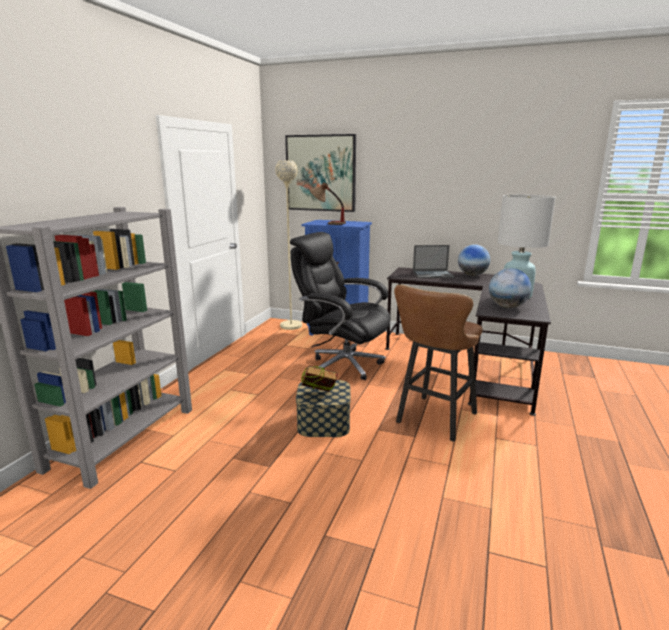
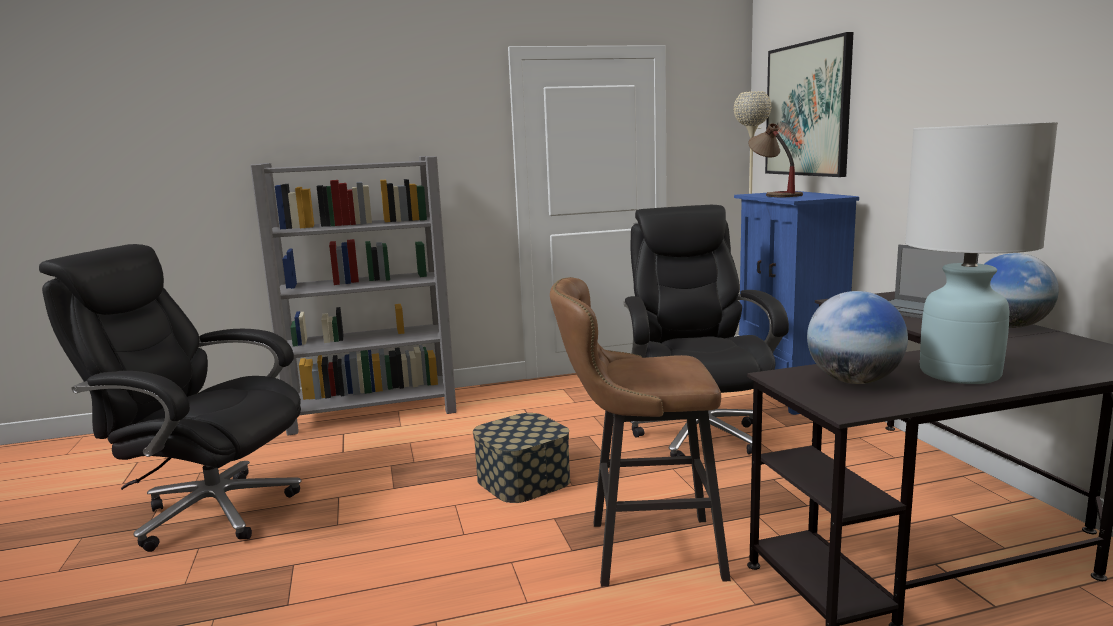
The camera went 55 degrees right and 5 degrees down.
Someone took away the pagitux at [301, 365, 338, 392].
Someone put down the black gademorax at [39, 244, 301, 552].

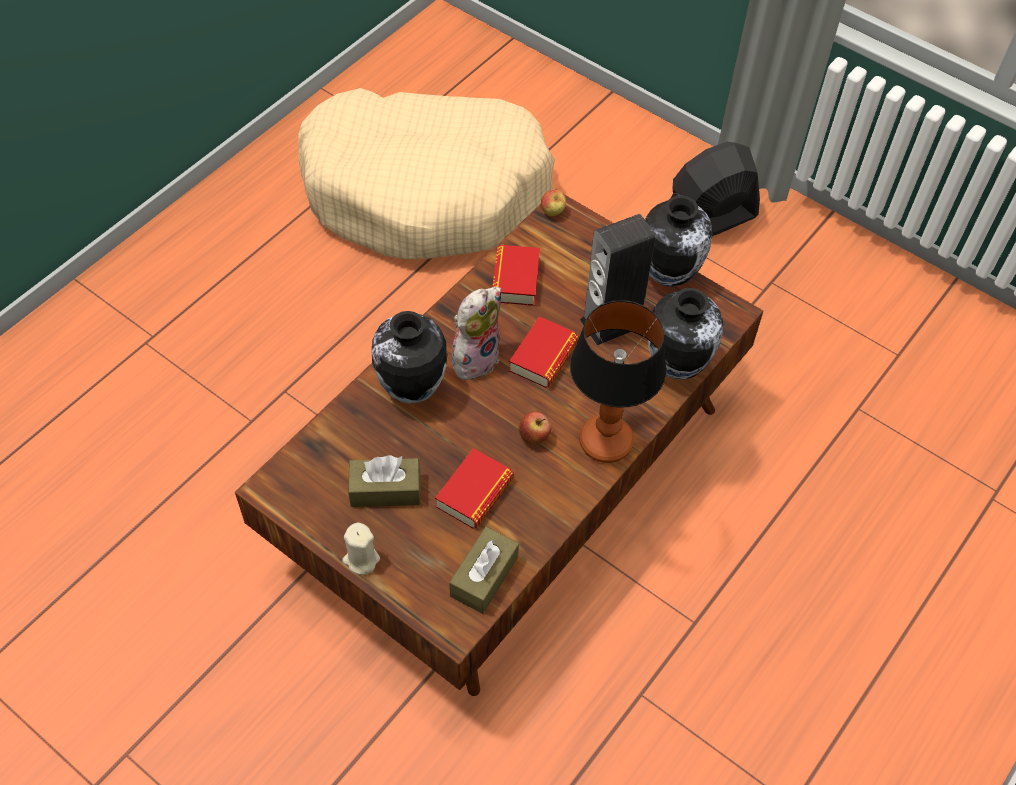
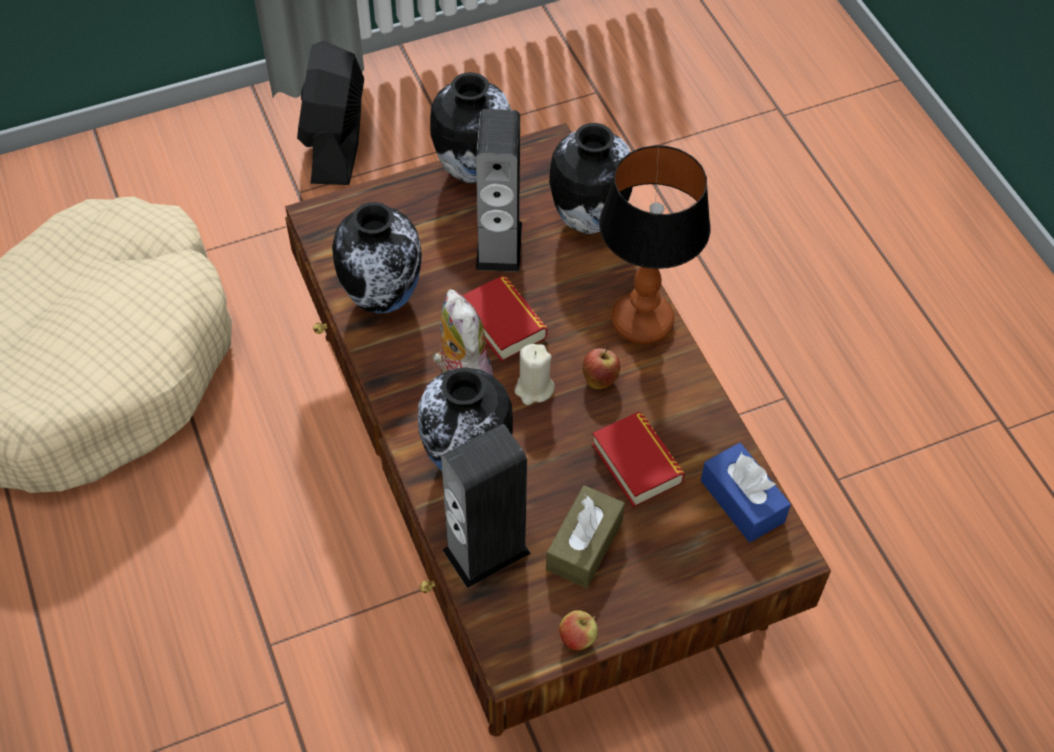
The camera went 60 degrees left and 0 degrees up.
Someone carried the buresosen from [541, 190, 566, 216] to [559, 611, 597, 650].
Someone swapped the pagitux at [493, 245, 540, 306] for the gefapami at [332, 202, 422, 313].
Someone carried the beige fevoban from [342, 522, 380, 575] to [515, 344, 555, 405].
Someone repainted the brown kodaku at [449, 527, 519, 614], which became the blue kodaku at [701, 443, 791, 542].
Someone put down the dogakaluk at [441, 424, 531, 588].

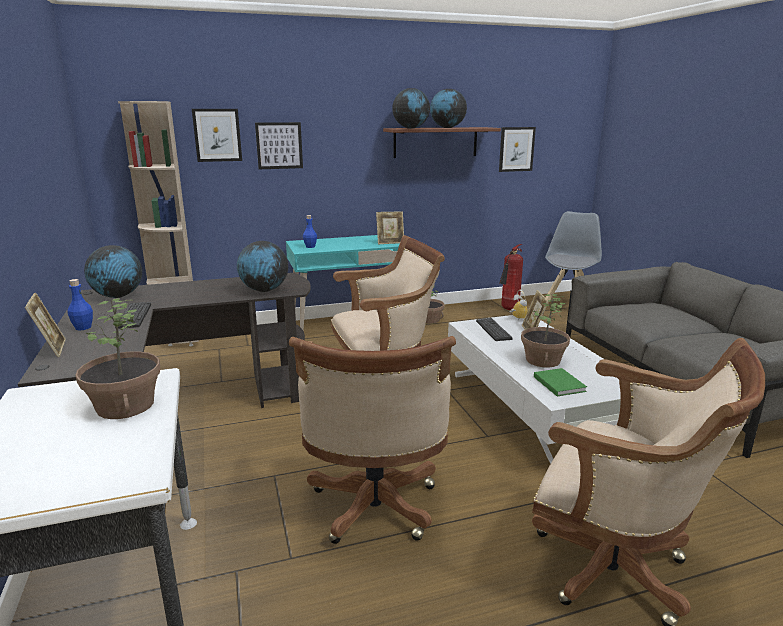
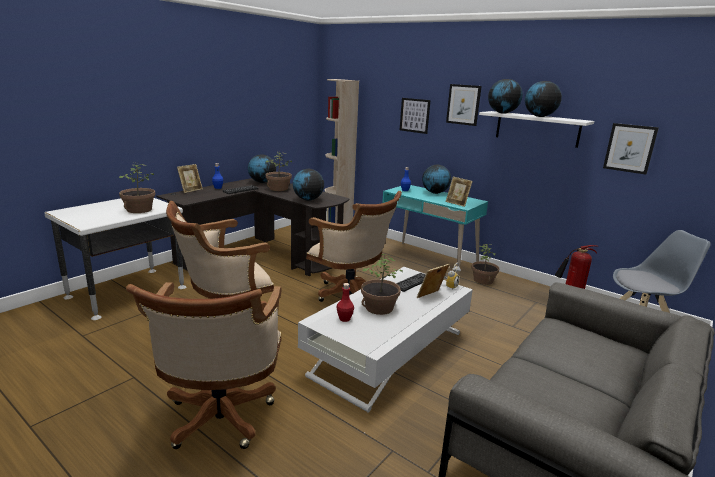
The camera went 55 degrees right and 0 degrees up.
Someone carried the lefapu from [192, 109, 242, 162] to [446, 84, 482, 126].
Someone repainted the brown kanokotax at [383, 127, 501, 158], which became the white kanokotax at [479, 111, 594, 148].
Someone swapped the green pagitux at [534, 368, 587, 396] for the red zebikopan at [337, 283, 354, 322].
Someone put down the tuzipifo at [265, 151, 292, 191].
Someone put down the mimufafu at [422, 165, 451, 194].

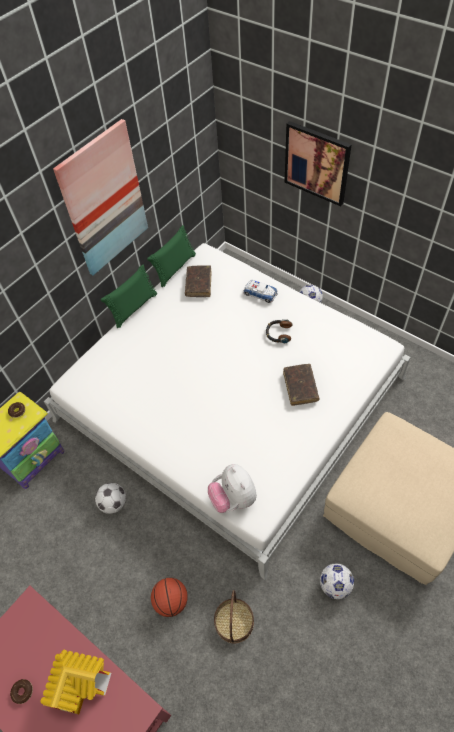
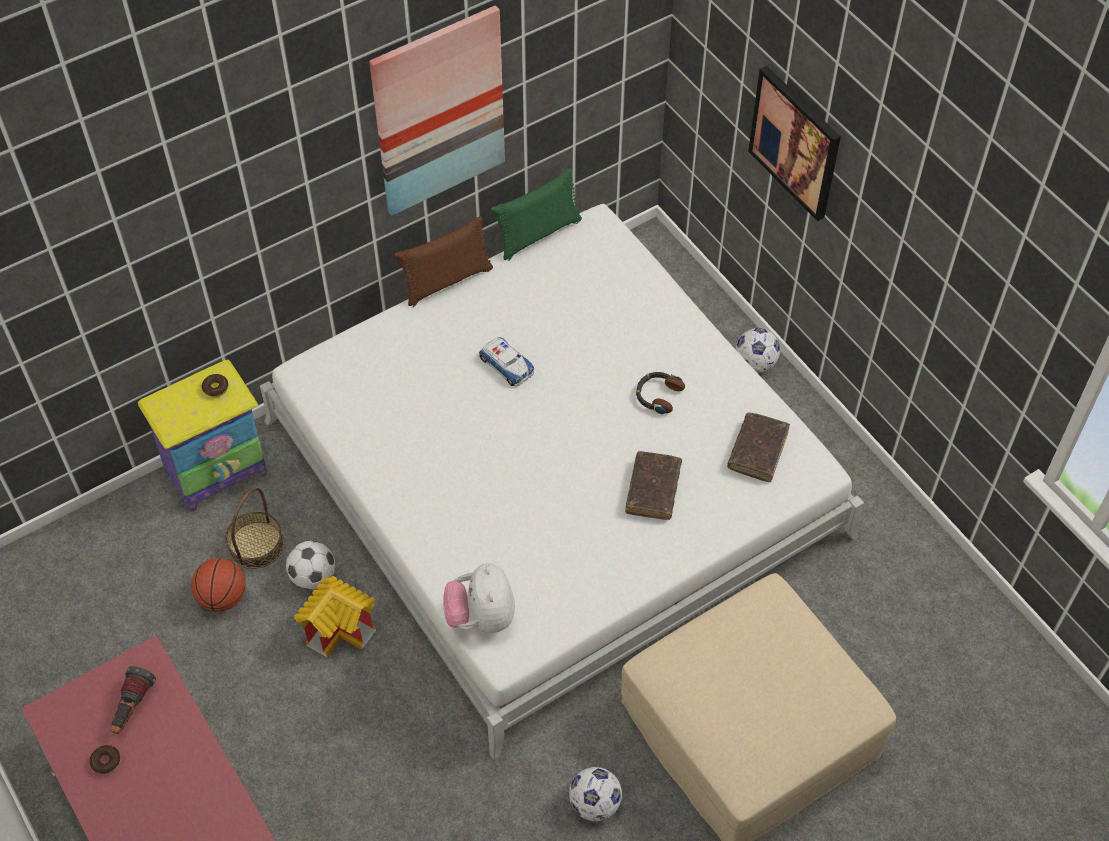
The camera went 15 degrees right and 0 degrees up.
Someone repainted the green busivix at [101, 265, 157, 328], which became the brown busivix at [394, 216, 493, 307].
Someone carried the brown pagitux from [185, 265, 212, 297] to [727, 412, 790, 482].
Someone carried the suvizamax from [243, 280, 278, 303] to [479, 337, 534, 387].
Someone carried the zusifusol from [151, 578, 188, 617] to [191, 558, 246, 612].
Someone carried the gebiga from [214, 590, 254, 643] to [225, 487, 284, 569].
Someone carried the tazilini from [41, 650, 111, 714] to [294, 576, 376, 657].
Someone put down the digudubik at [111, 666, 156, 734].

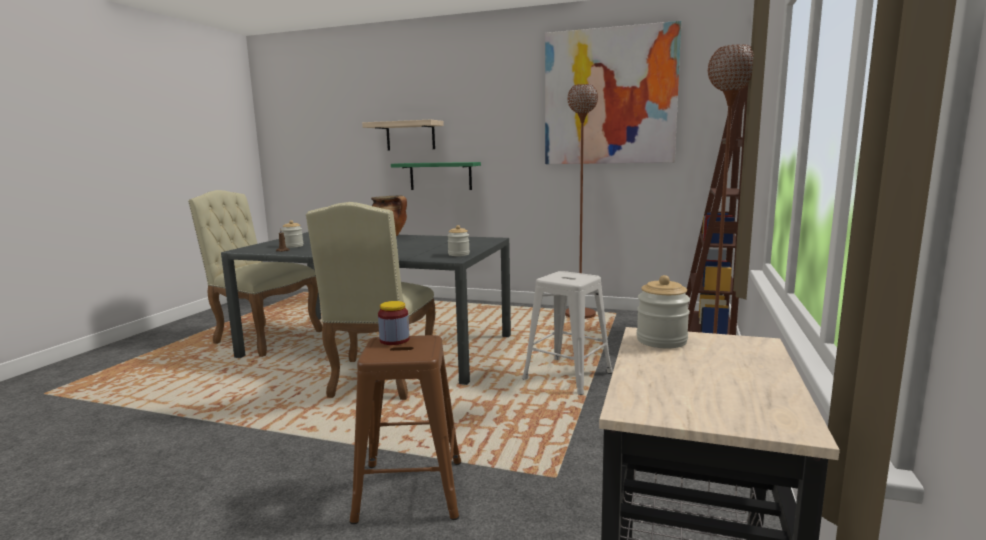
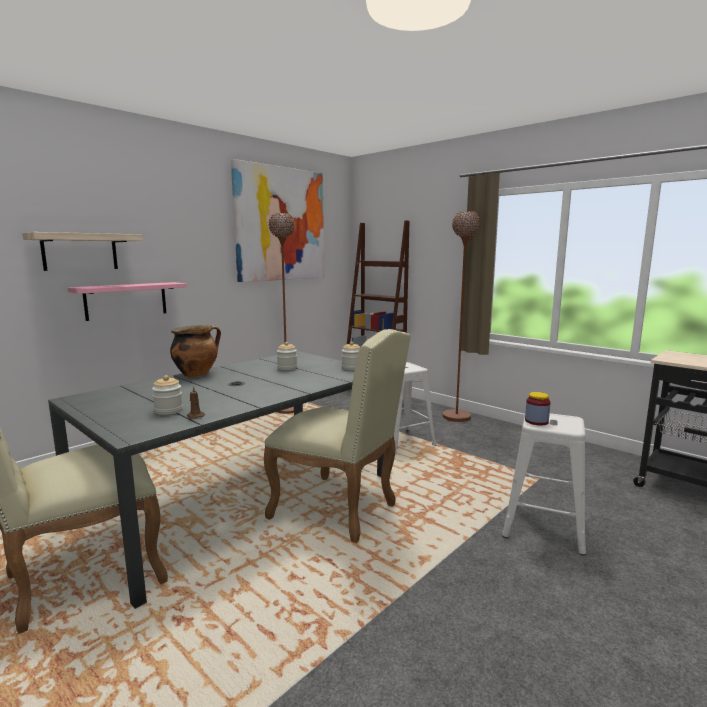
The camera went 65 degrees left and 0 degrees up.
Someone repainted the green kanokotax at [391, 162, 481, 190], which became the pink kanokotax at [67, 282, 187, 321].
Someone carried the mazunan from [636, 275, 690, 348] to [277, 342, 297, 370].
Someone repainted the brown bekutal at [350, 335, 461, 524], which became the white bekutal at [502, 413, 586, 555].

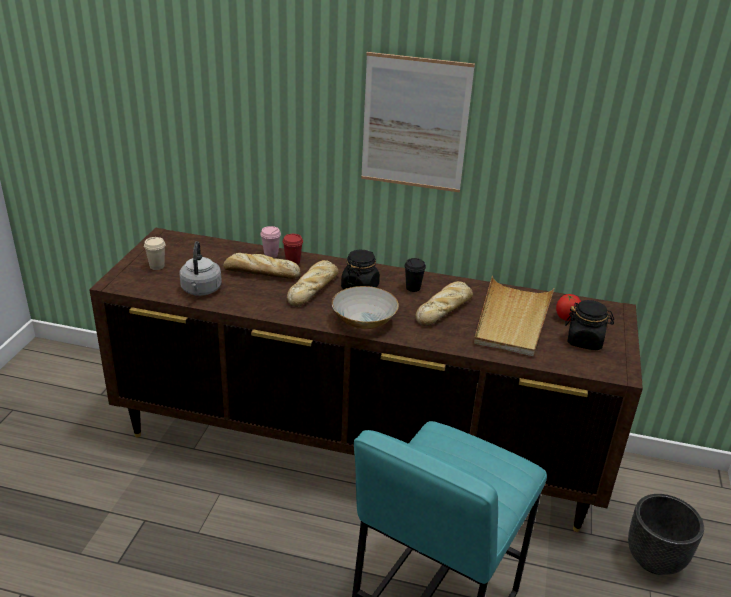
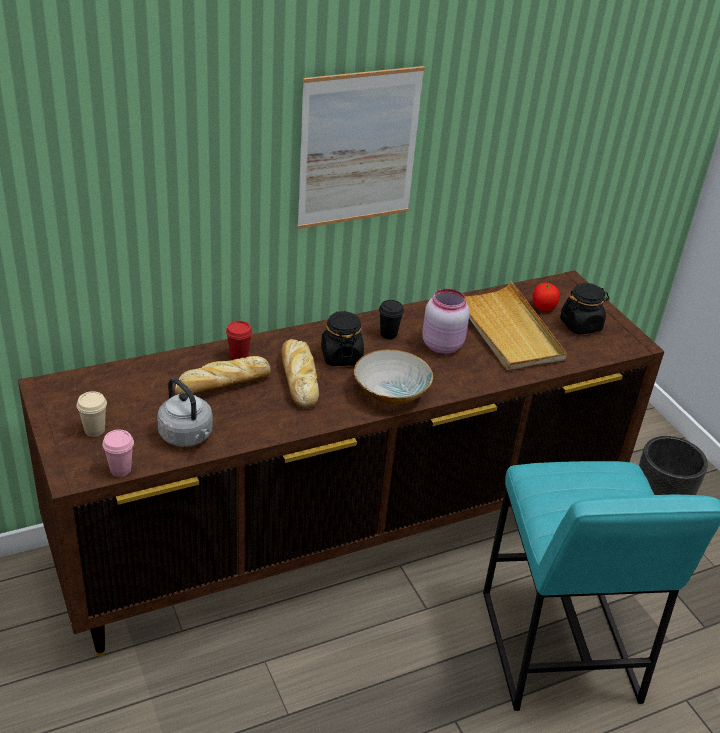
The camera went 40 degrees left and 5 degrees up.
Someone carried the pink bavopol from [261, 226, 281, 258] to [102, 430, 134, 477].
Someone swapped the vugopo at [416, 281, 473, 326] for the pink mazunan at [422, 289, 470, 354].

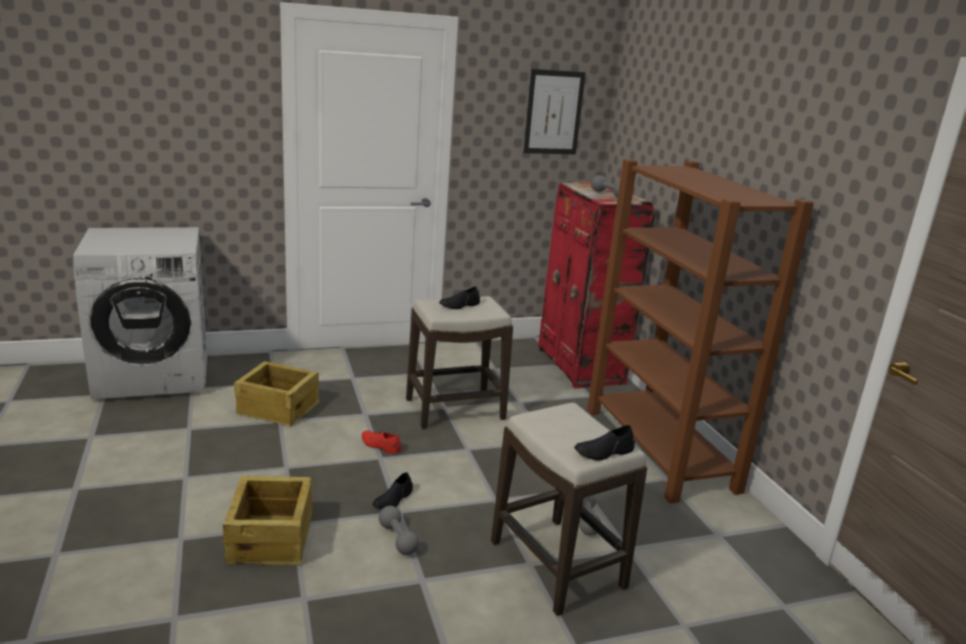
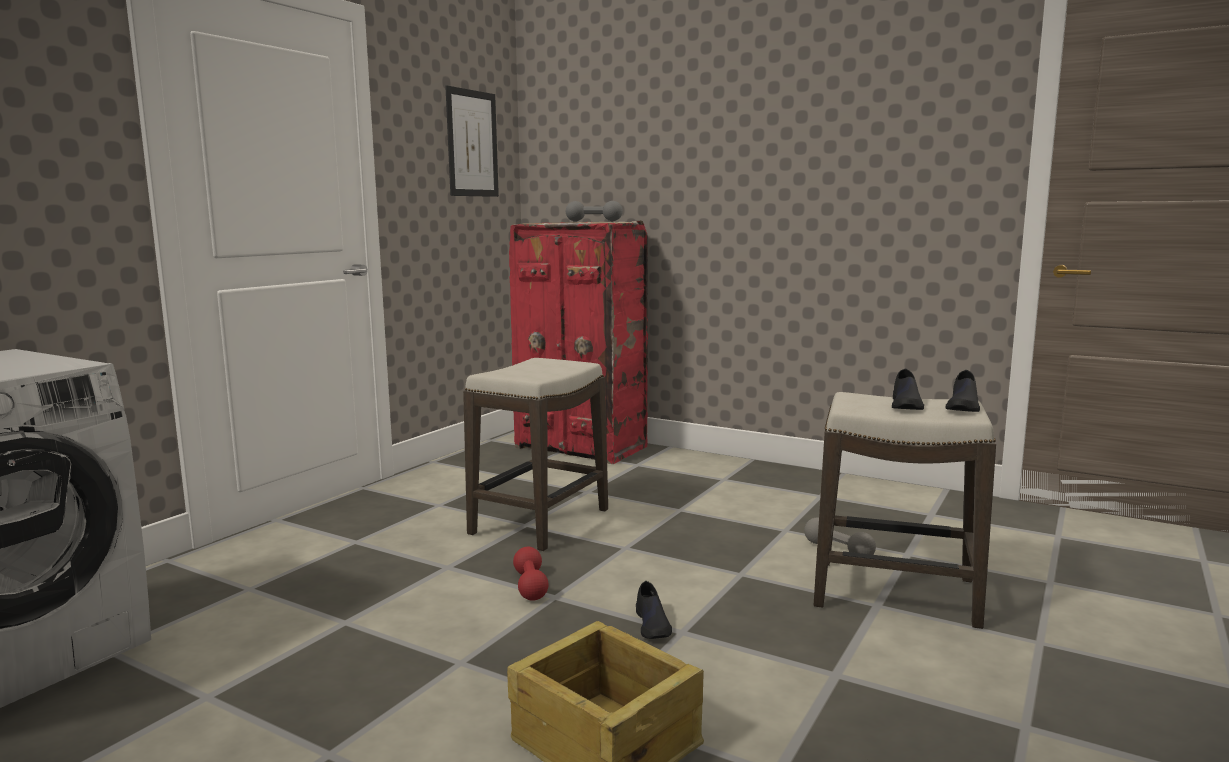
The camera went 40 degrees left and 10 degrees down.
Someone took away the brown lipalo at [587, 159, 814, 504].
Someone carried the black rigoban from [439, 286, 480, 309] to [892, 369, 924, 410].
Someone took away the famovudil at [234, 361, 319, 427].
Someone swapped the red rigoban at [362, 430, 402, 454] for the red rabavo at [513, 547, 548, 601].
Someone took away the grey rabavo at [379, 506, 419, 555].

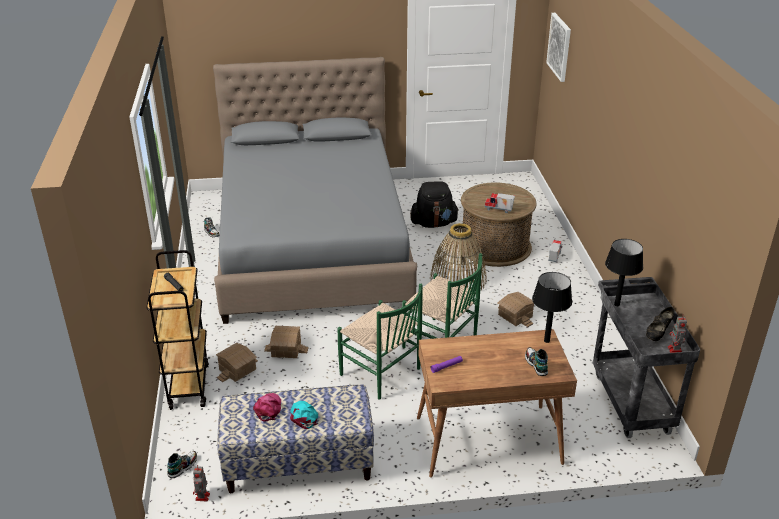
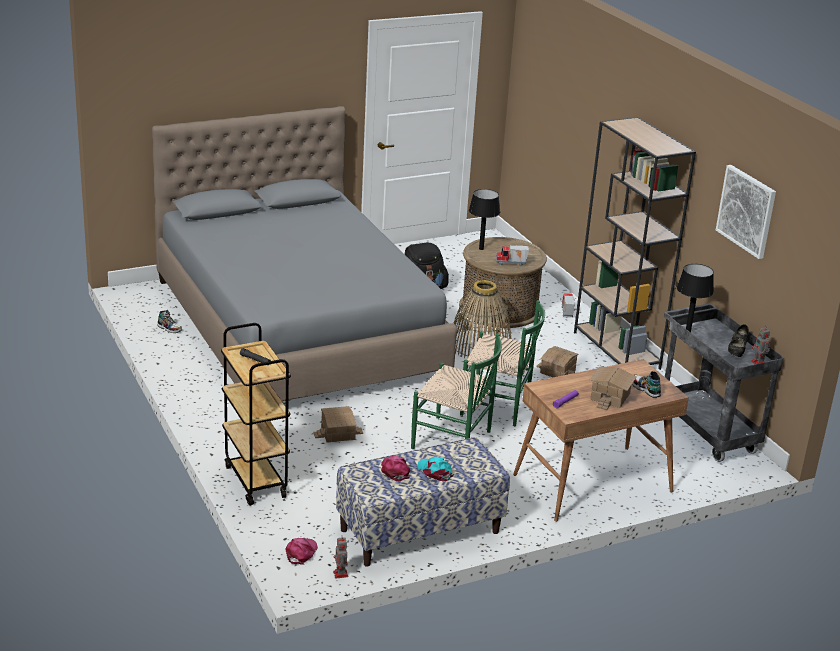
The camera went 20 degrees left and 5 degrees down.
Someone carried the lefapu from [546, 13, 571, 82] to [716, 165, 776, 259].
Someone carried the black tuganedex from [532, 272, 572, 343] to [469, 189, 500, 250].
Someone carried the tazilini from [216, 343, 258, 382] to [590, 367, 637, 410].
Someone swapped the rigoban at [167, 451, 197, 478] for the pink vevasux at [285, 538, 318, 565].
Someone put down the lipalo at [574, 117, 696, 370].

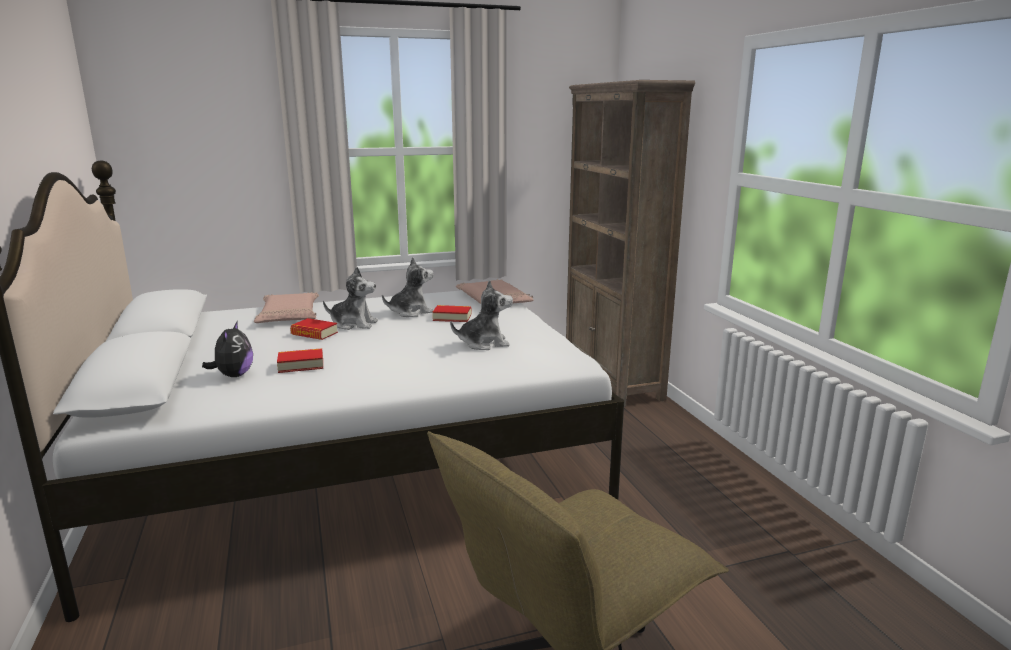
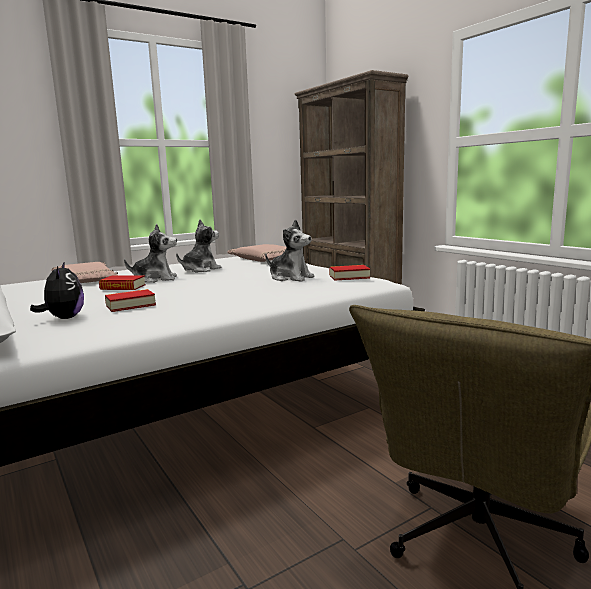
The camera went 15 degrees left and 5 degrees down.
Someone rotated the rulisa at [450, 280, 513, 350] by 60 degrees clockwise.
Someone carried the pagitux from [432, 305, 471, 322] to [329, 265, 370, 281].

